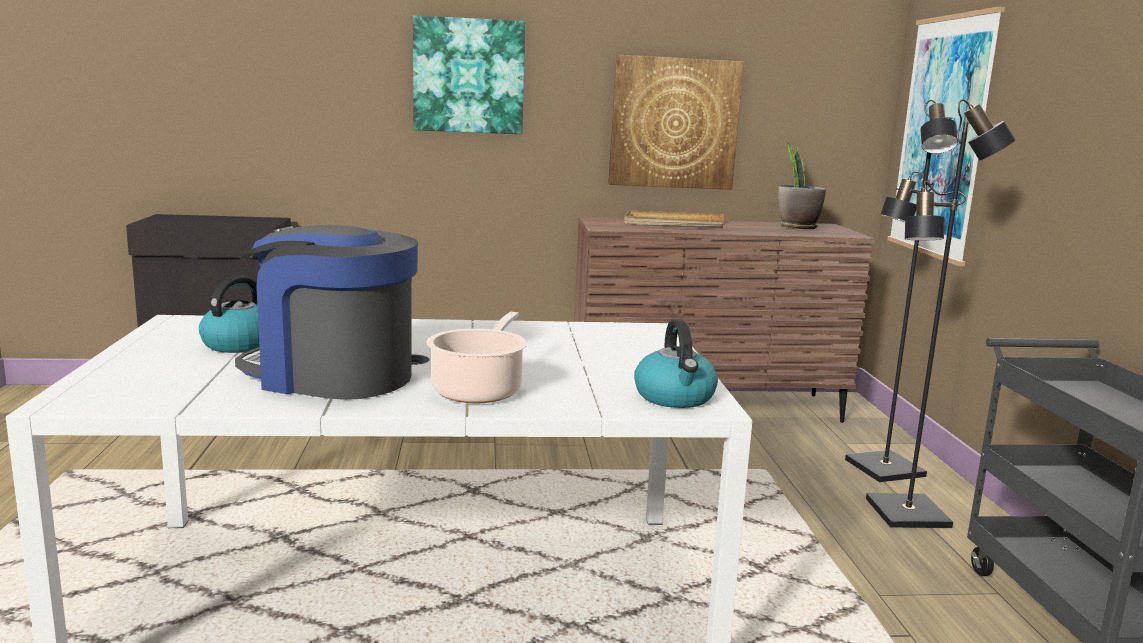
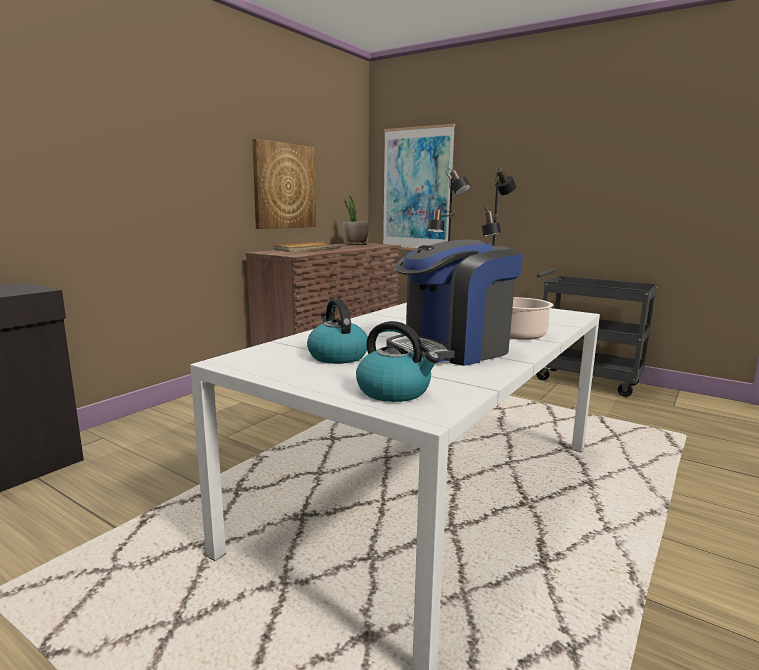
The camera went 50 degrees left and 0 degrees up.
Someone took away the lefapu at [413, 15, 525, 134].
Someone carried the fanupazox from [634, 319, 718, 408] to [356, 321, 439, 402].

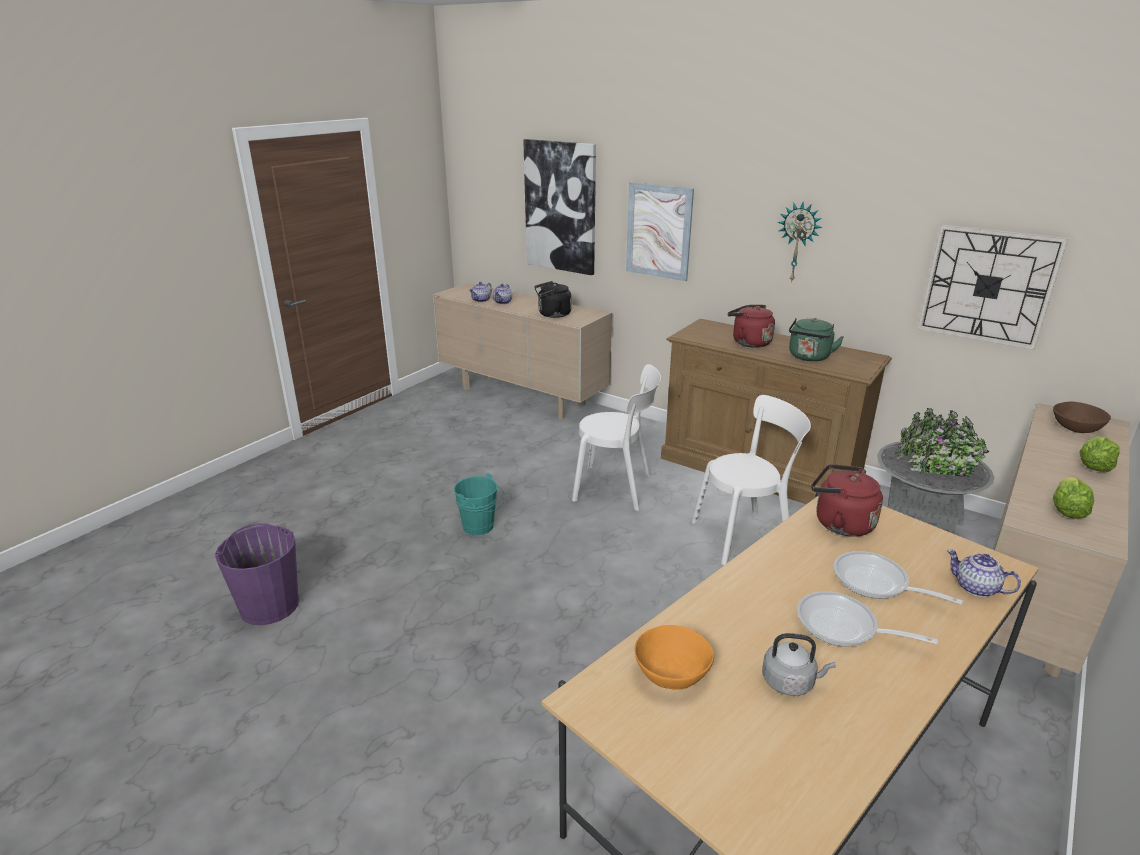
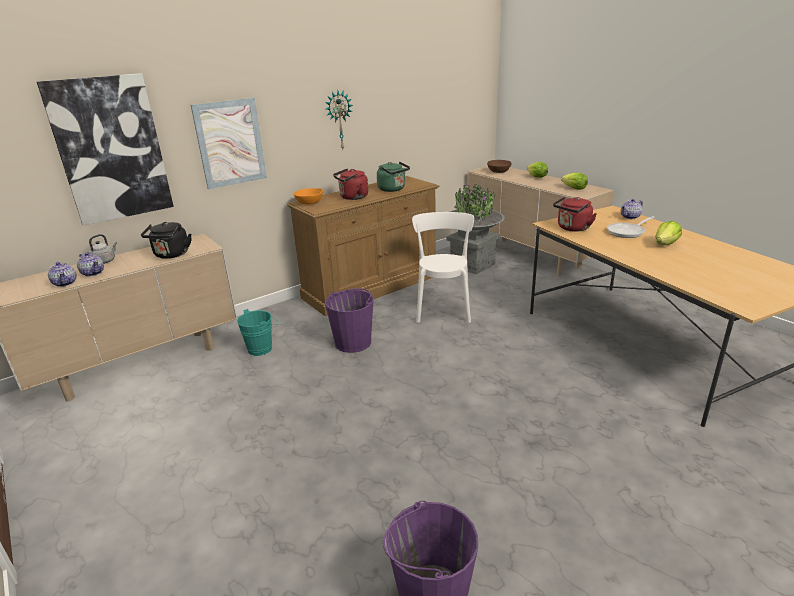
The camera went 70 degrees left and 0 degrees up.
Someone took away the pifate at [917, 225, 1068, 350].
Someone swapped the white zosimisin at [572, 364, 661, 511] for the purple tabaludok at [325, 288, 373, 353].
Someone carried the turquoise tabaludok from [454, 473, 506, 536] to [237, 309, 279, 356].
Someone swapped the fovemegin at [797, 591, 938, 647] for the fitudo at [655, 221, 682, 245].
Someone carried the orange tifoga from [634, 625, 714, 690] to [293, 188, 323, 204].
Someone carried the grey fanupazox from [762, 633, 836, 696] to [88, 234, 117, 264].

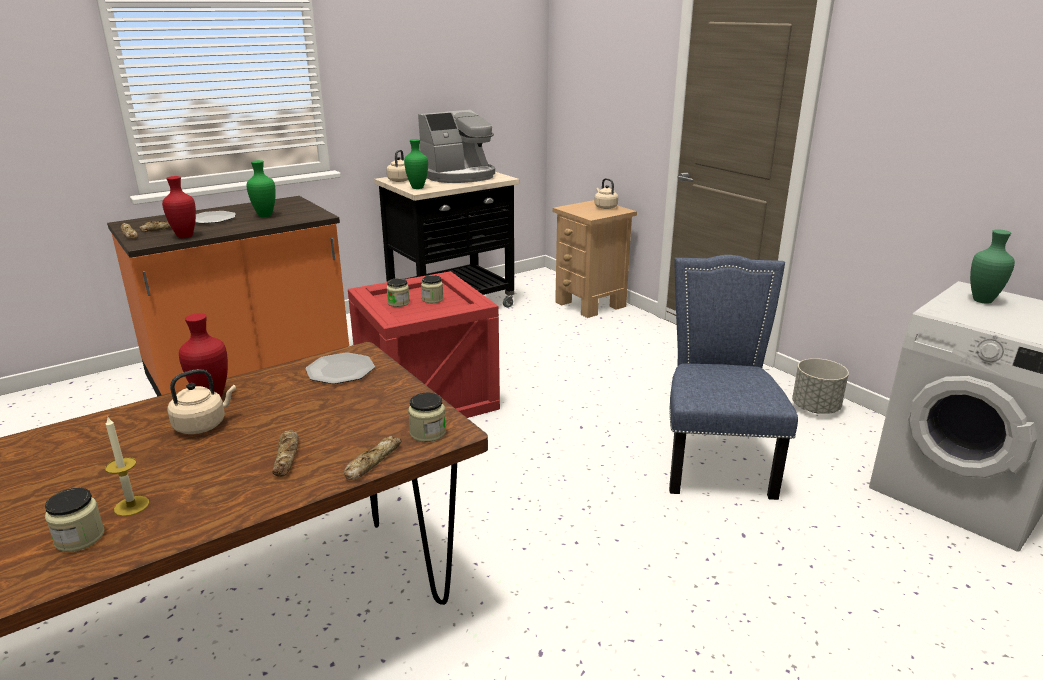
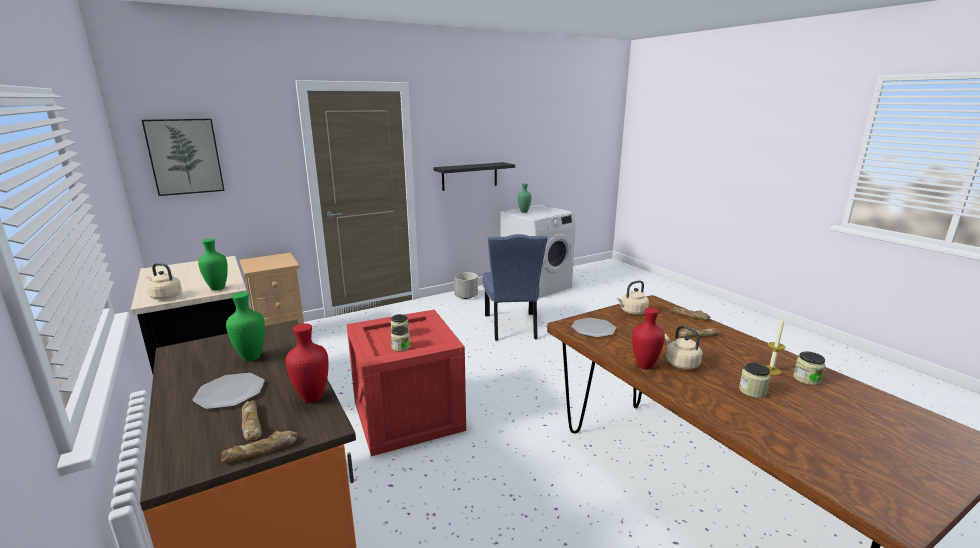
The camera went 85 degrees left and 5 degrees down.
Someone took away the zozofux at [418, 110, 495, 183].
Someone carried the beige fanupazox from [595, 178, 618, 209] to [617, 280, 649, 315].
Someone rotated the blue zosimisin at [669, 255, 798, 500] by 105 degrees counterclockwise.
Someone carried the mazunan from [408, 393, 446, 442] to [739, 363, 771, 398].
Someone put up the lefapu at [142, 119, 225, 196].
Someone put up the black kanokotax at [433, 162, 515, 191].

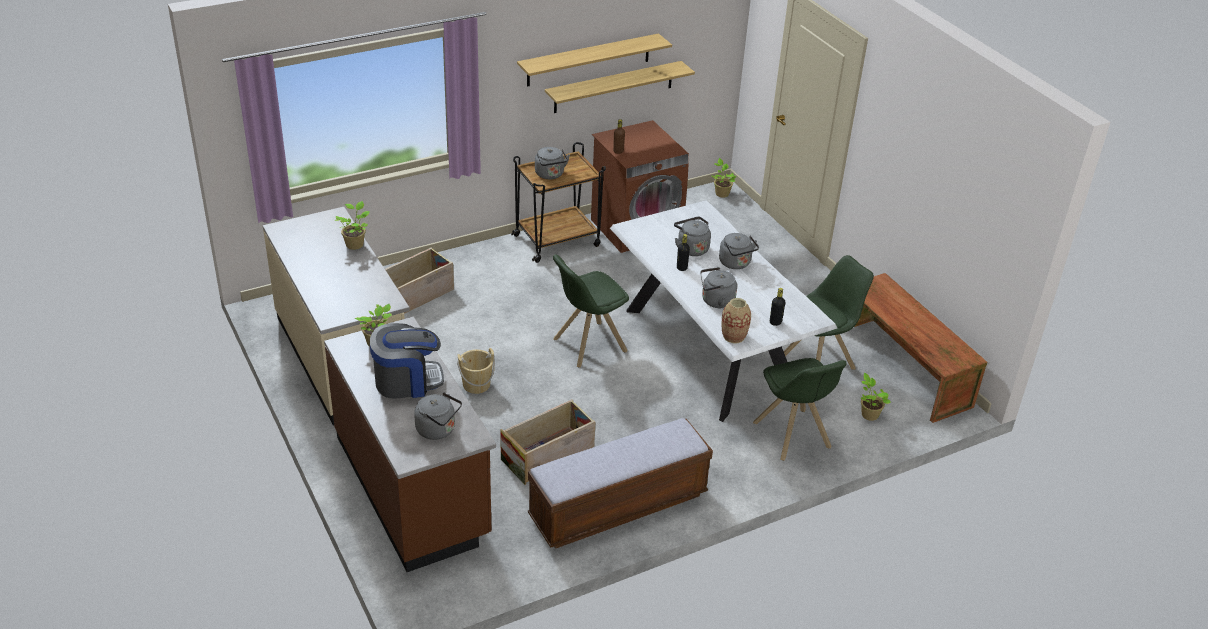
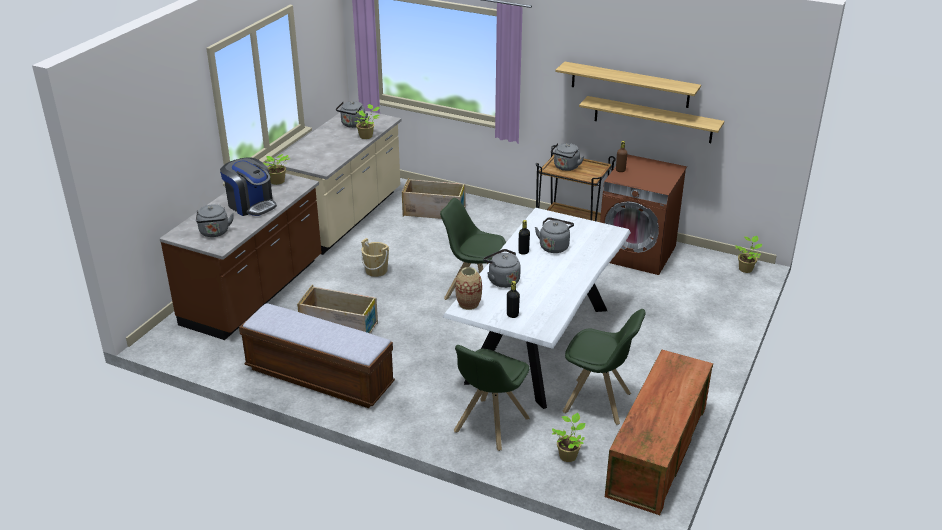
The camera went 55 degrees right and 5 degrees down.
Someone carried the grey fanupazox from [719, 233, 759, 269] to [336, 101, 368, 128].

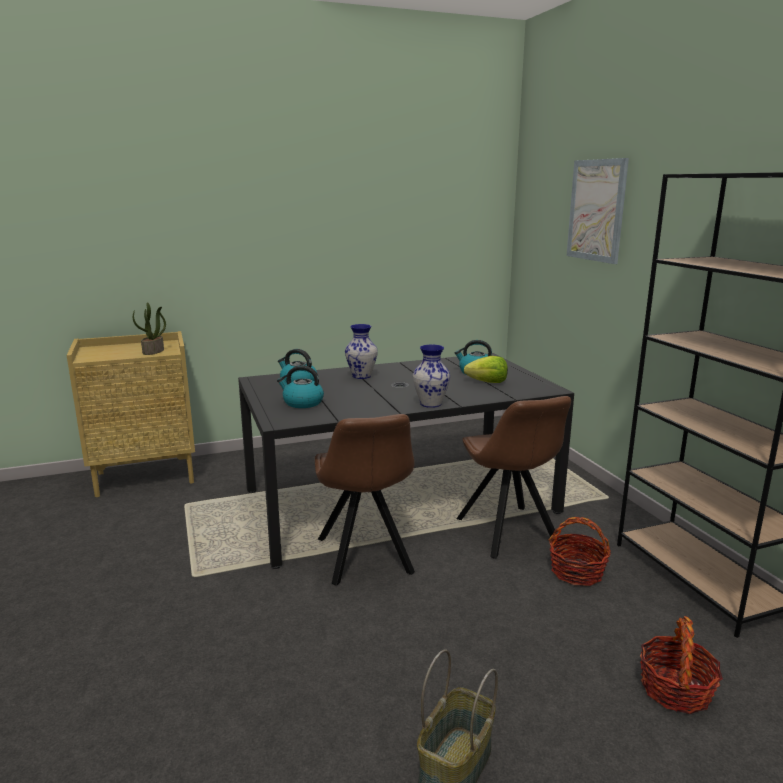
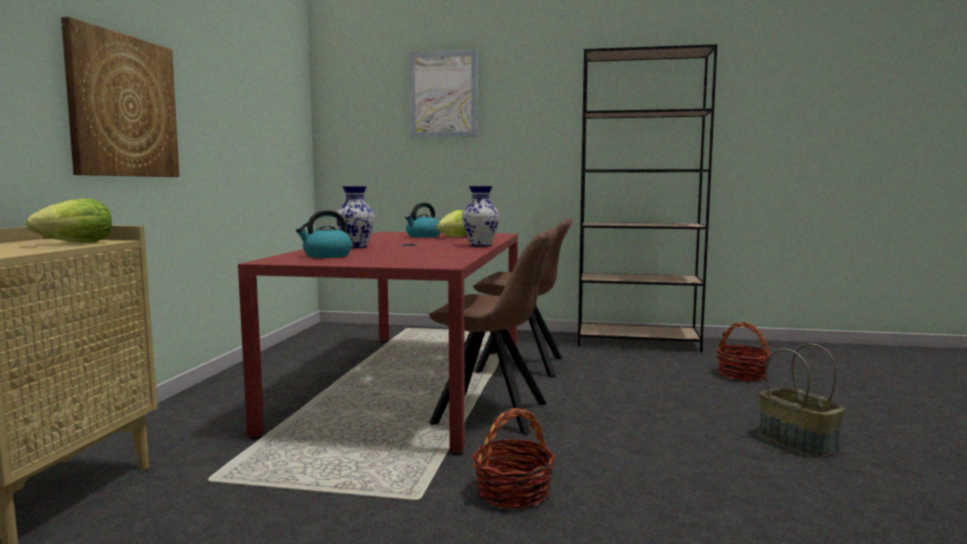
The camera went 60 degrees left and 10 degrees down.
Someone swapped the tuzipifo at [133, 302, 166, 355] for the fitudo at [26, 199, 112, 243].
Someone repainted the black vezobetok at [238, 353, 574, 569], which became the red vezobetok at [238, 232, 518, 455].
Someone took away the fanupazox at [277, 365, 324, 408].
Someone carried the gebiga from [549, 517, 611, 586] to [472, 408, 556, 509].
Someone put up the lefapu at [61, 17, 179, 177].

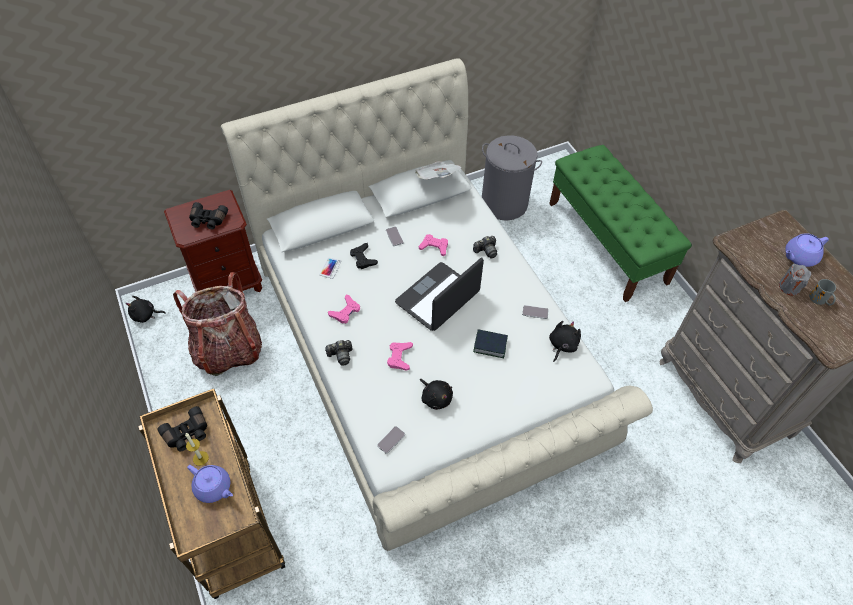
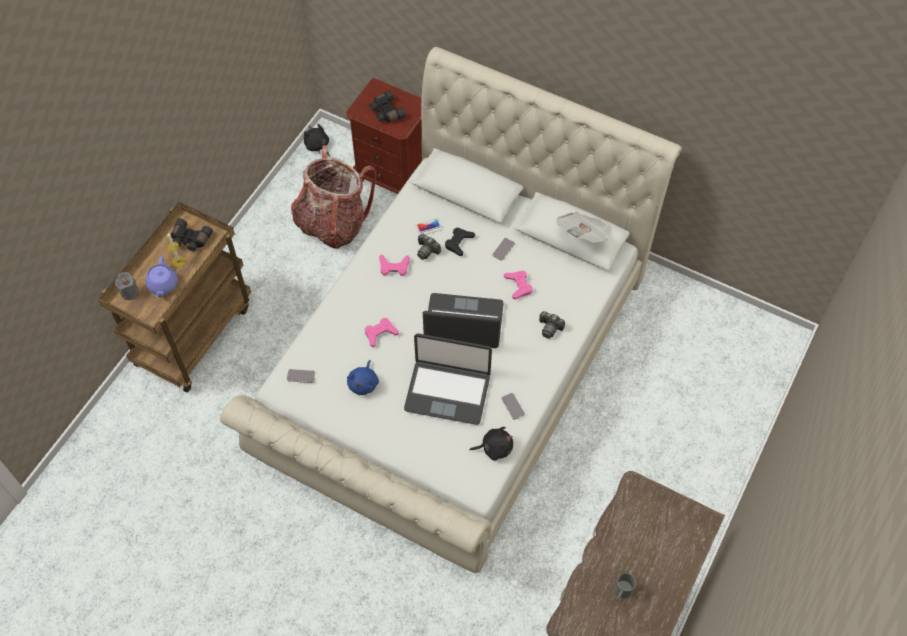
The camera went 55 degrees right and 5 degrees up.
Someone took away the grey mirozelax at [482, 135, 542, 220].
Someone took away the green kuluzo at [549, 145, 692, 302].
Someone took away the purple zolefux at [785, 233, 829, 267].
Someone carried the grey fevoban from [779, 264, 811, 296] to [115, 272, 139, 300].
Someone swapped the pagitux at [473, 329, 508, 359] for the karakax at [404, 333, 492, 425].
Someone carried the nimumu from [325, 340, 352, 366] to [417, 234, 441, 260].
Someone repainted the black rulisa at [420, 379, 453, 410], which became the blue rulisa at [347, 360, 379, 395].

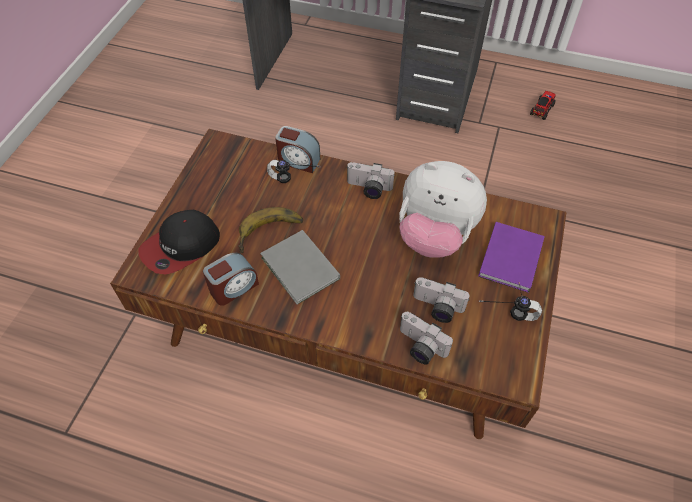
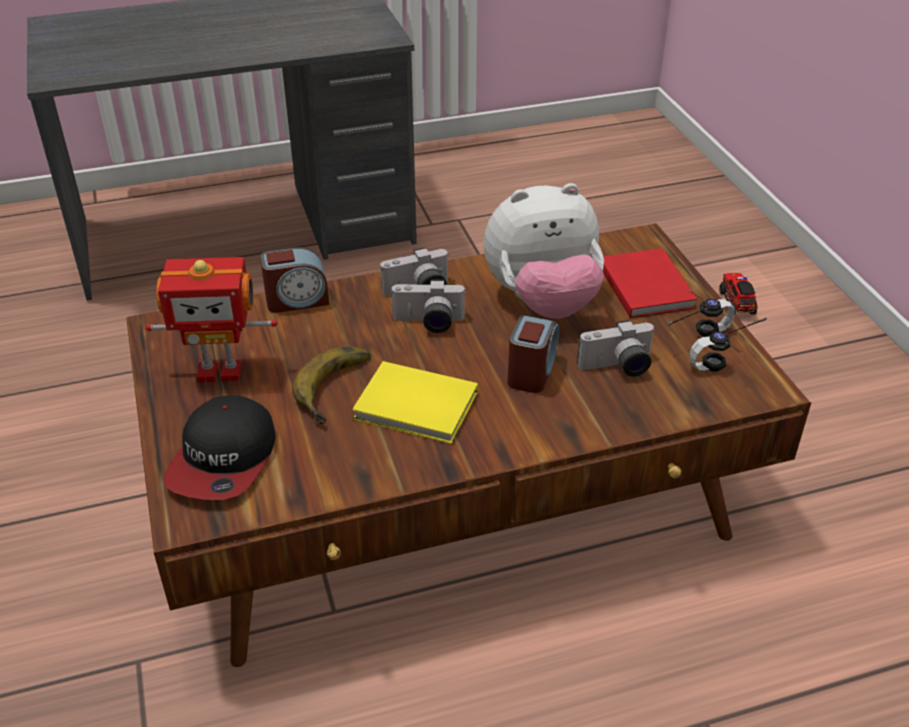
The camera went 35 degrees left and 15 degrees down.
Someone carried the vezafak from [530, 91, 556, 120] to [719, 273, 758, 315].
Someone carried the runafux from [267, 160, 321, 183] to [690, 317, 767, 372].
Someone repainted the purple pagitux at [478, 222, 545, 293], which became the red pagitux at [603, 248, 698, 318].
Someone repainted the grey pagitux at [260, 230, 340, 305], which became the yellow pagitux at [352, 361, 478, 444].
Someone carried the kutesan from [203, 253, 259, 306] to [508, 315, 559, 393].
Someone carried the nimumu from [400, 312, 453, 364] to [390, 280, 466, 333].
Someone put down the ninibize at [146, 257, 278, 383].

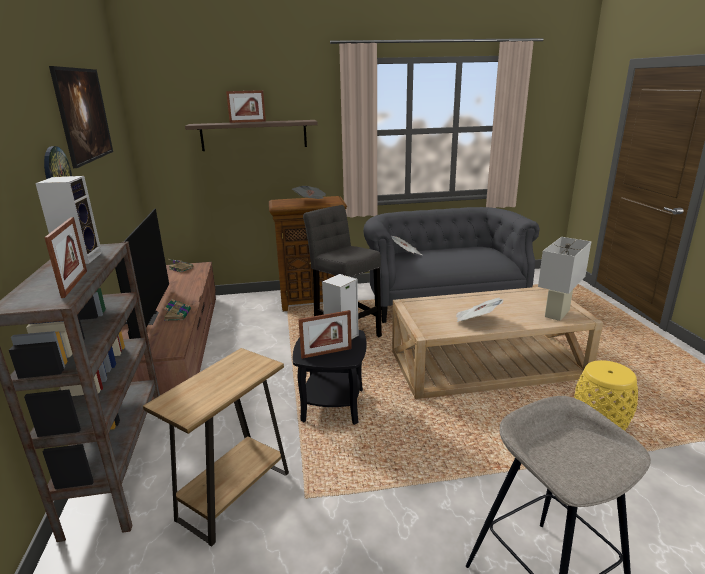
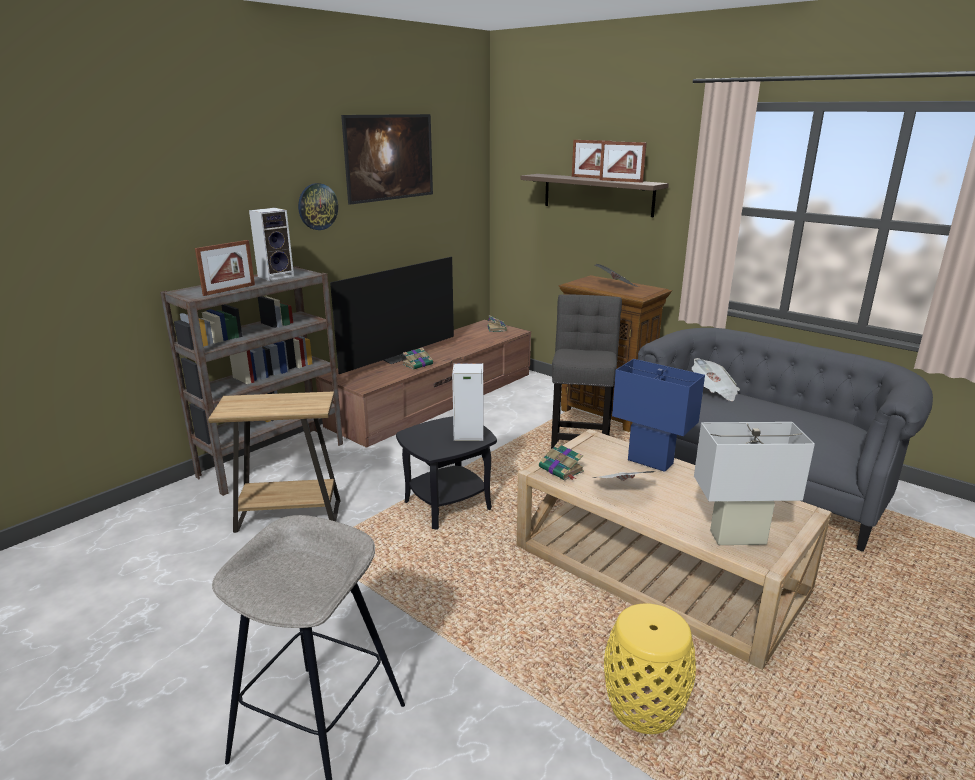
The camera went 50 degrees right and 0 degrees up.
Someone carried the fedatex from [298, 310, 352, 359] to [599, 141, 647, 183].
Someone put down the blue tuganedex at [612, 359, 705, 472].
Someone put down the pagitux at [539, 443, 584, 481].

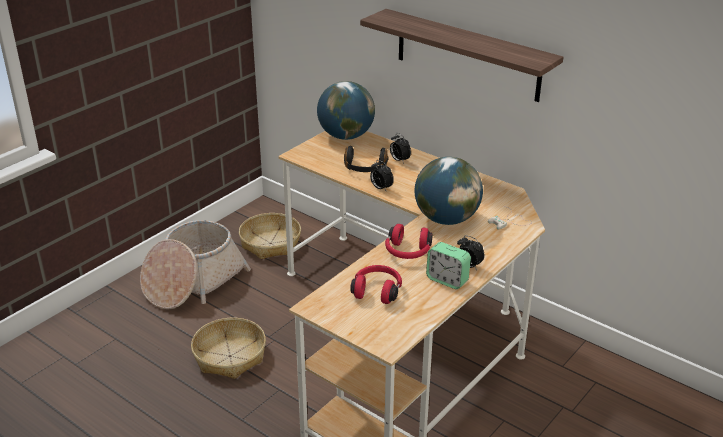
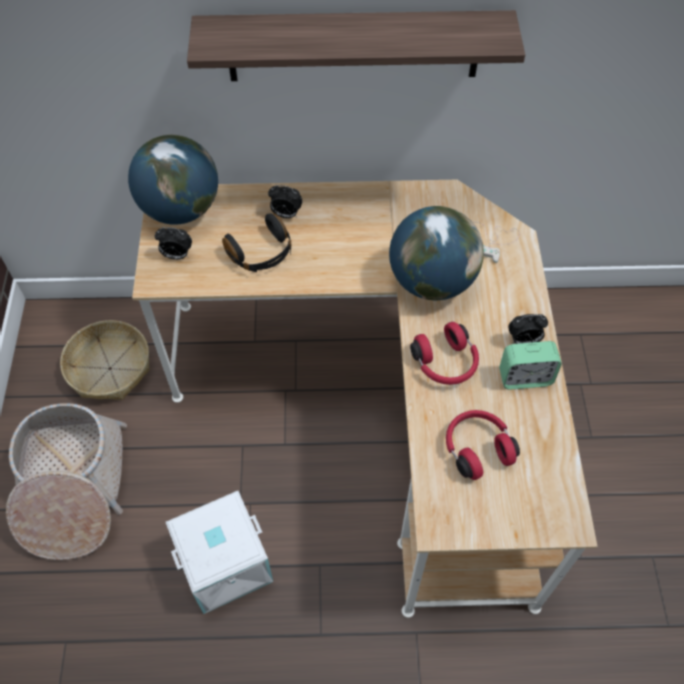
The camera went 40 degrees left and 25 degrees up.
Someone carried the kutesan from [370, 160, 394, 191] to [155, 227, 192, 260].
Someone swapped the gebiga at [191, 318, 266, 379] for the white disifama at [166, 491, 273, 614].

